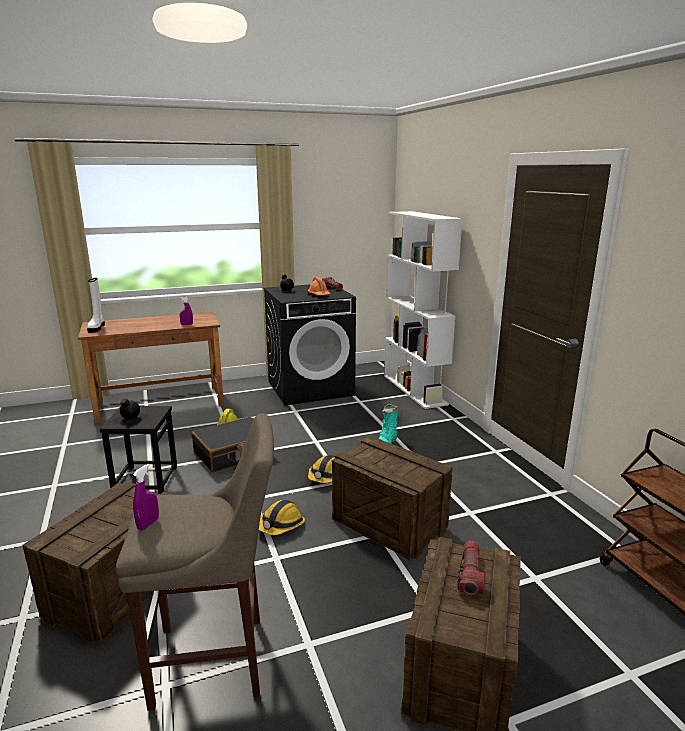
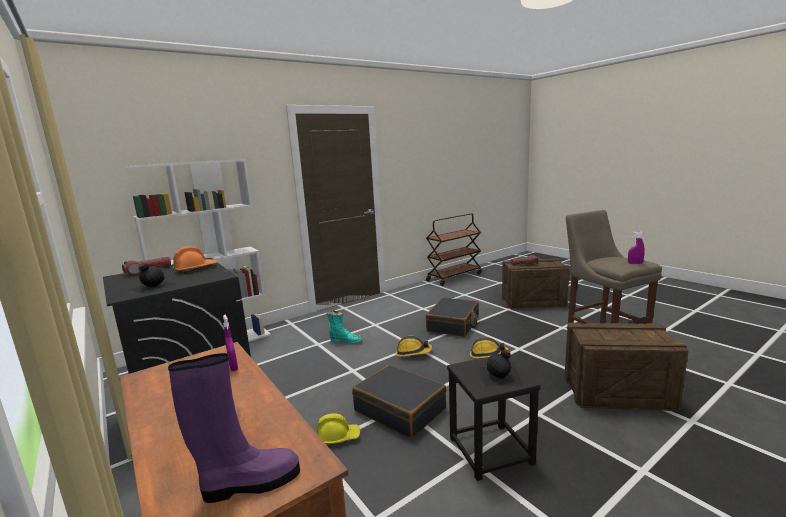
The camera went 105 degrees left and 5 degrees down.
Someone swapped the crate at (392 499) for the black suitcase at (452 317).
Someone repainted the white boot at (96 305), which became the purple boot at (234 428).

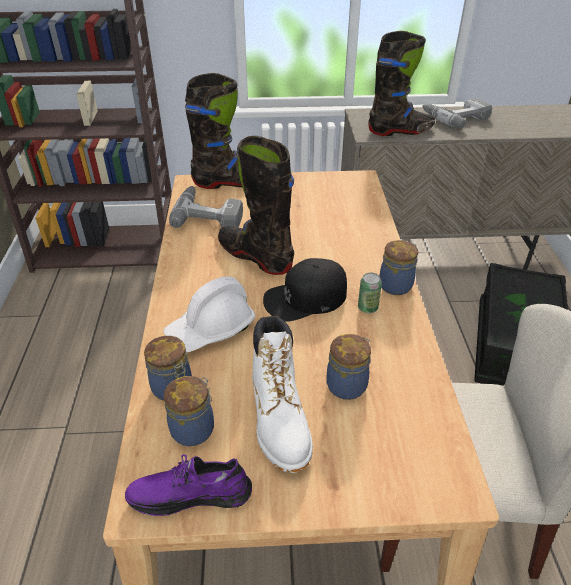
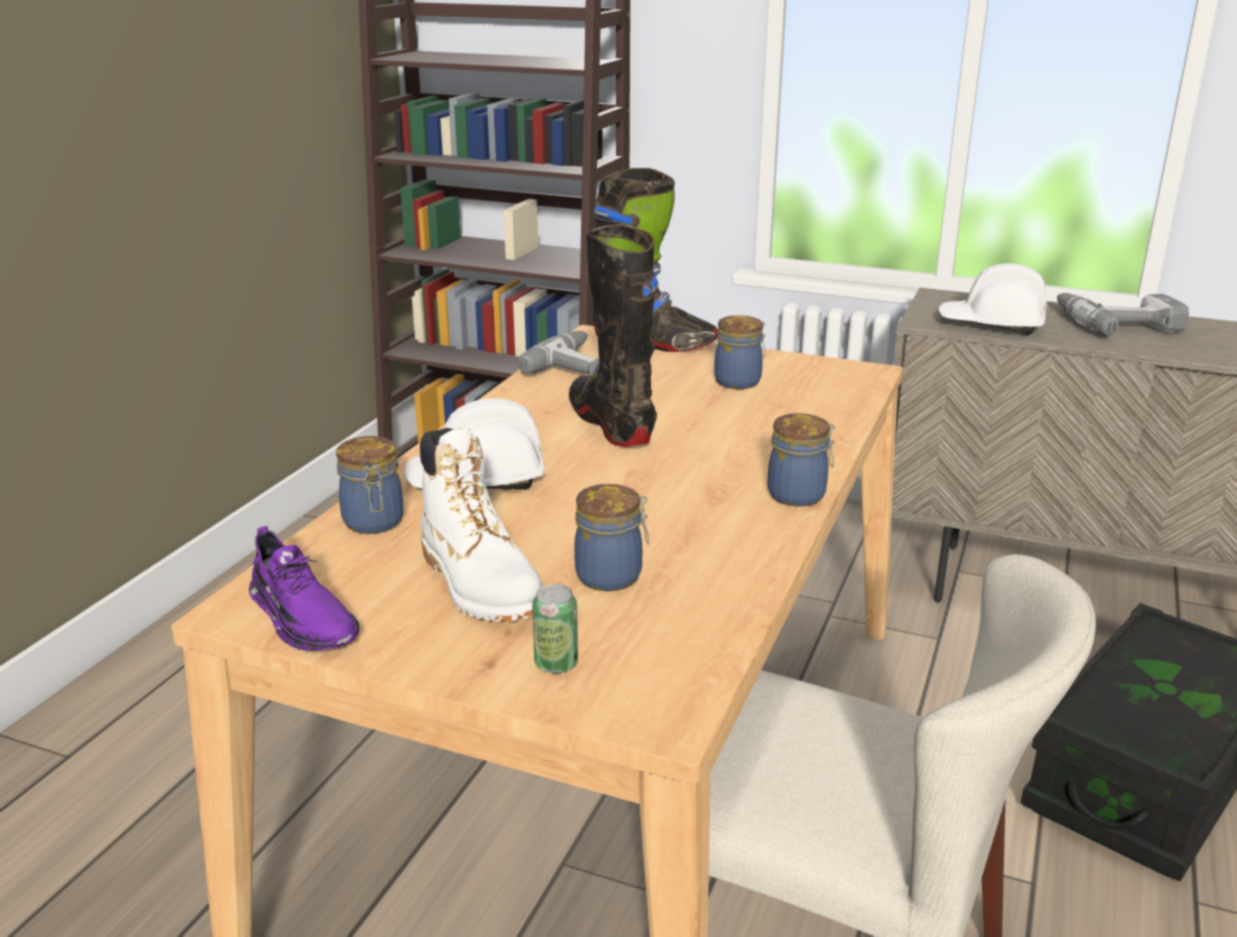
The camera went 25 degrees right and 15 degrees down.
Someone took away the black cap at (305 289).
Someone carried the jar from (189 411) to (740 352).
Someone carried the can from (370 293) to (555 628).
Someone swapped the black boot at (401 83) for the white hard hat at (992 299).
Someone rotated the purple shoe at (188 485) by 150 degrees counterclockwise.
Someone rotated the white boot at (282 394) by 45 degrees counterclockwise.

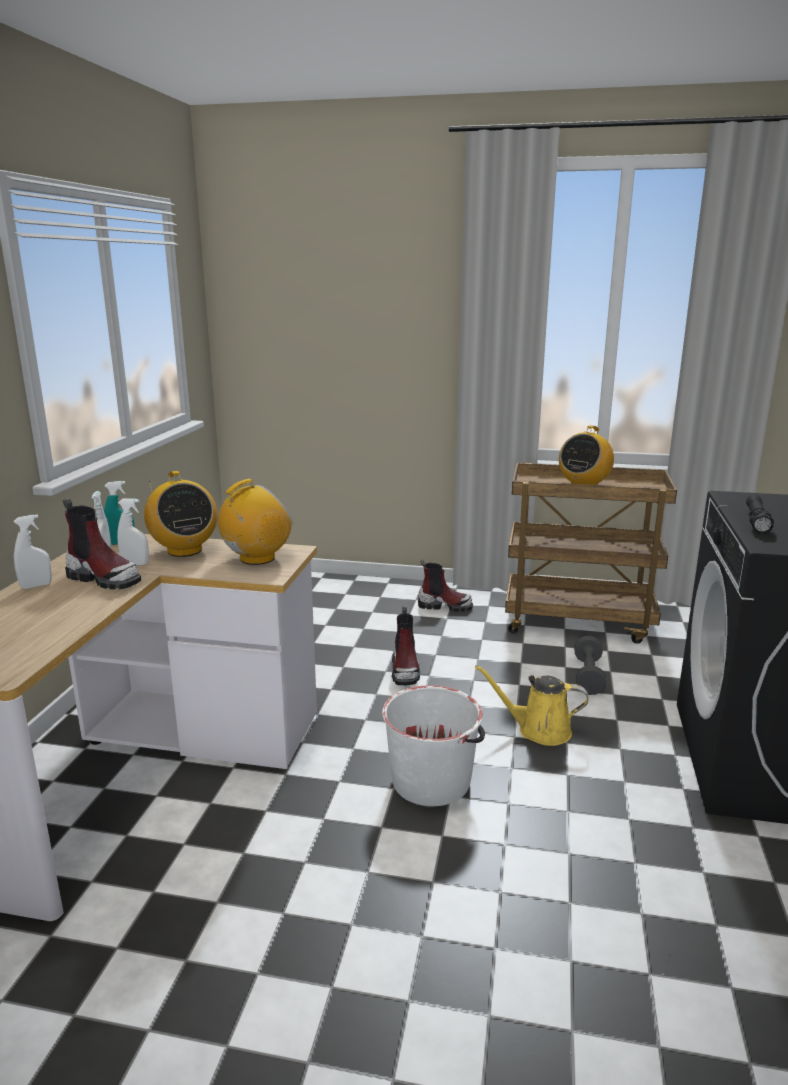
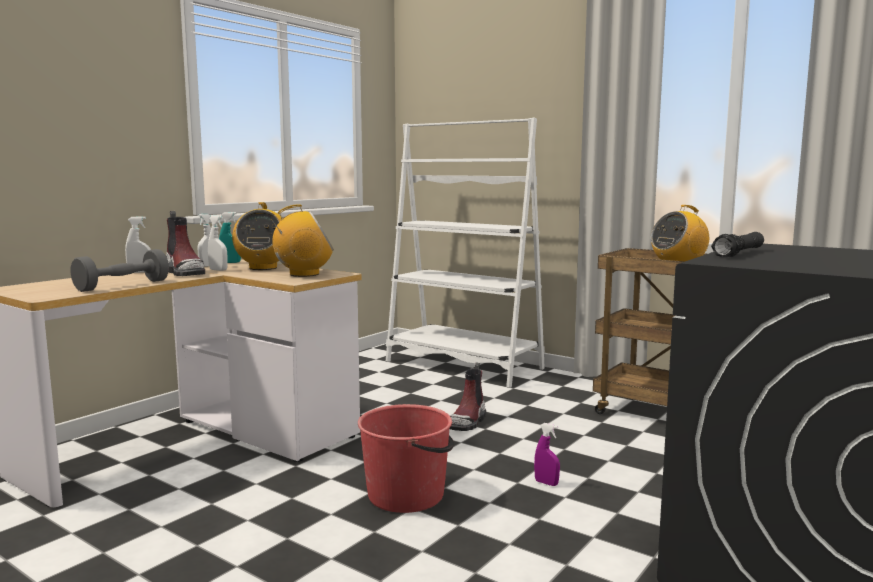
The camera went 25 degrees right and 10 degrees down.
Someone took away the boot at (445 585).
Someone put down the white bookcase at (465 253).
Someone carried the grey dumbbell from (590 665) to (120 270).
Someone swapped the yellow watering can at (532 705) for the purple spray bottle at (547 454).
Someone repainted the white bucket at (433 745), which became the red bucket at (406 458).

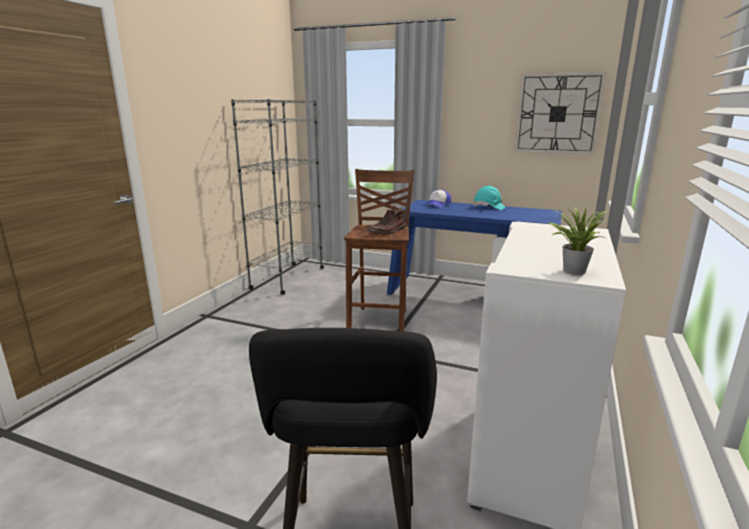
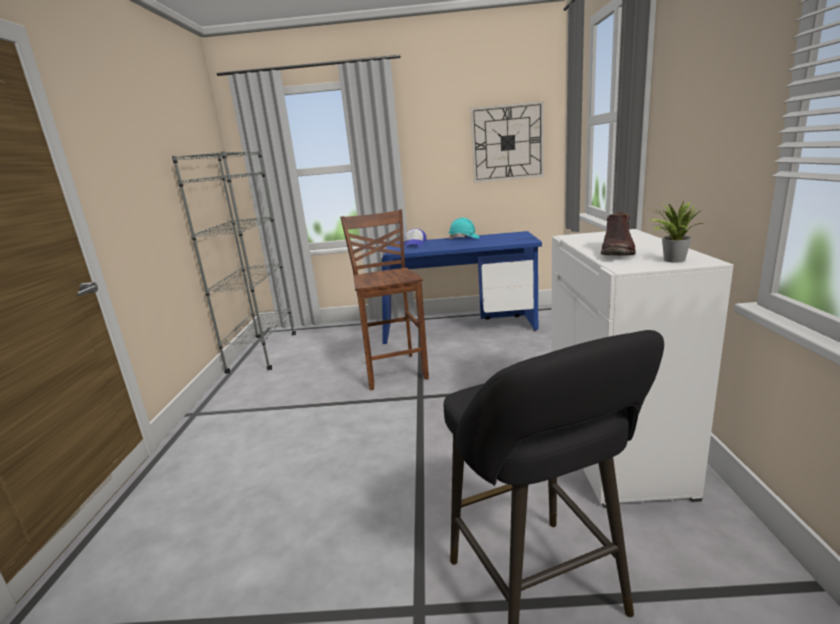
The camera went 20 degrees left and 0 degrees up.
Someone carried the brown boot from (386 221) to (618 234).

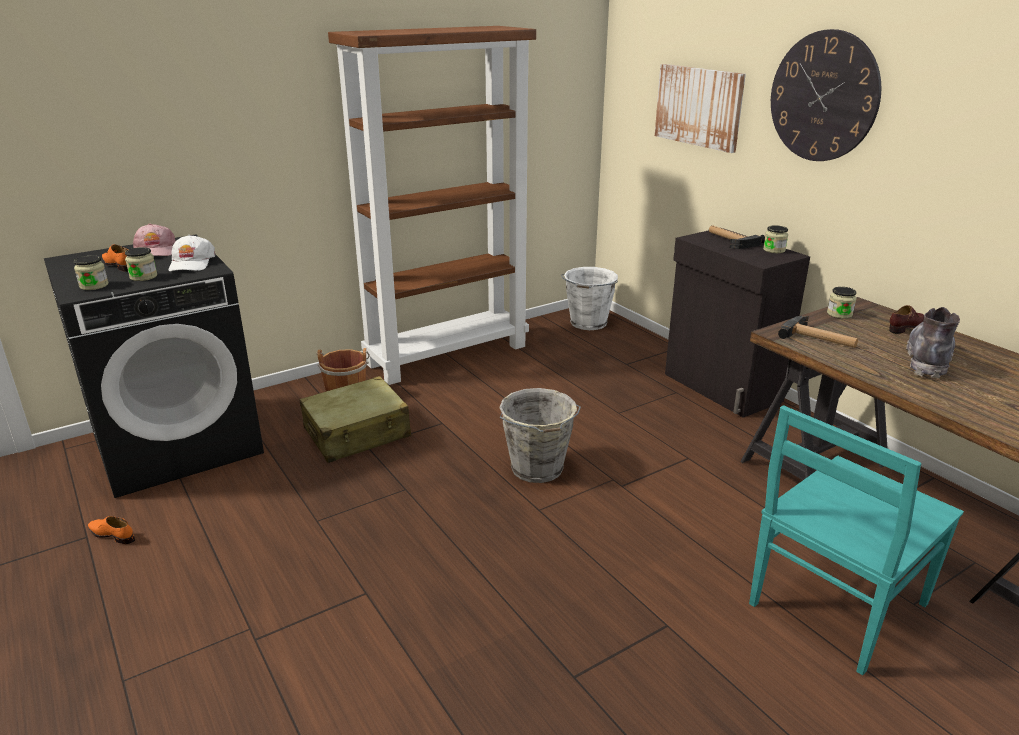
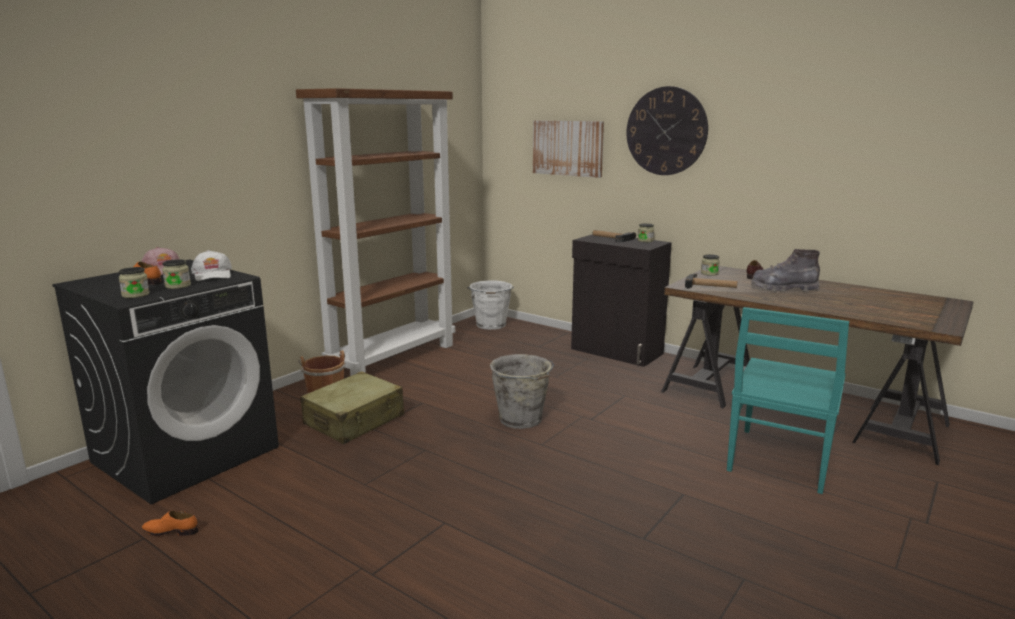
The camera went 20 degrees left and 10 degrees down.
Someone rotated the grey boot at (933 343) by 90 degrees counterclockwise.

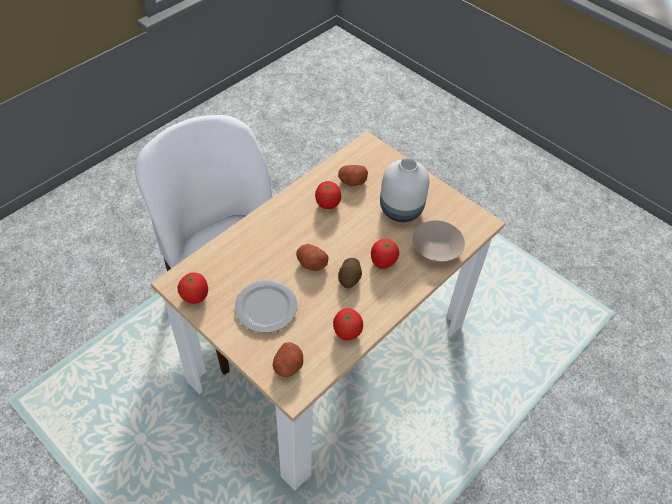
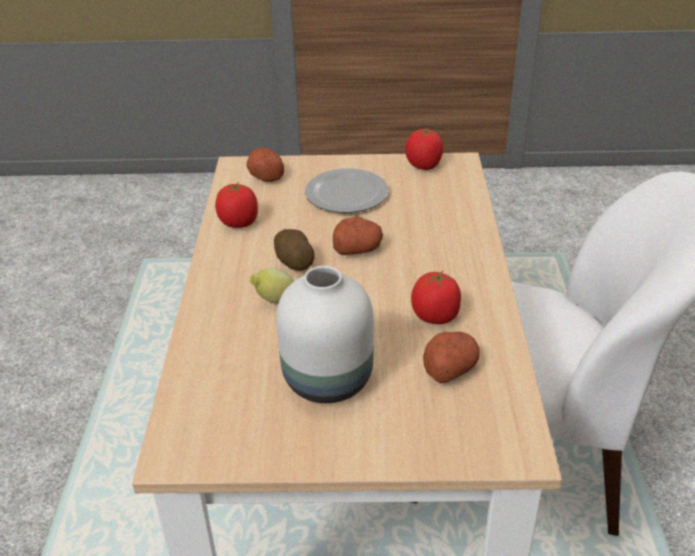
The camera went 140 degrees right and 15 degrees down.
Someone took away the beige bowl at (438 241).
Someone swapped the tomato at (385 254) for the lemon at (272 286).

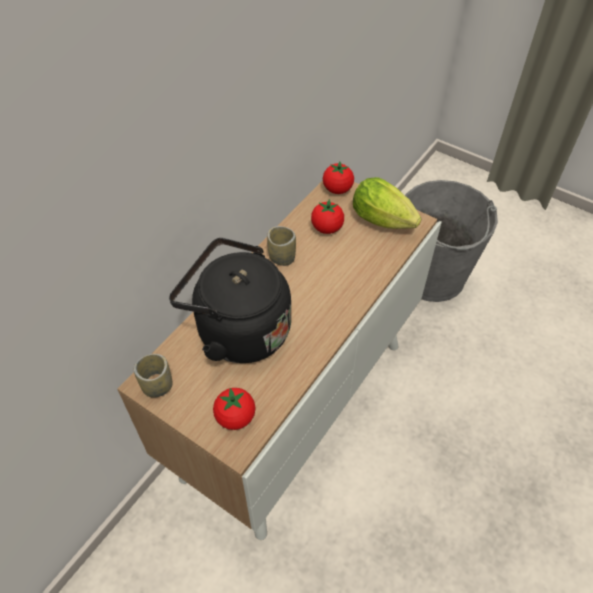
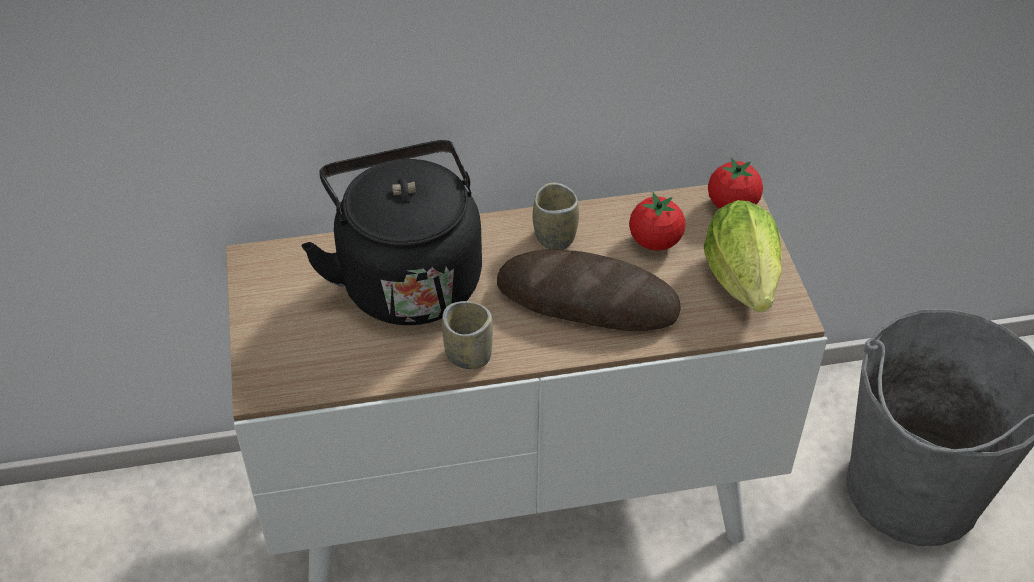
The camera went 45 degrees right and 5 degrees down.
Someone took away the tomato at (234 409).
Someone put down the bread at (589 290).
Someone carried the cup from (153 376) to (467 335).

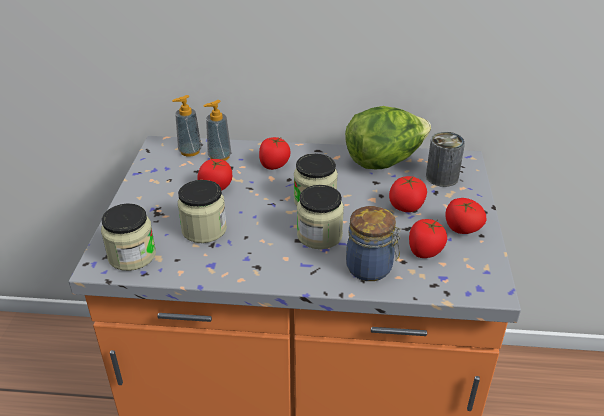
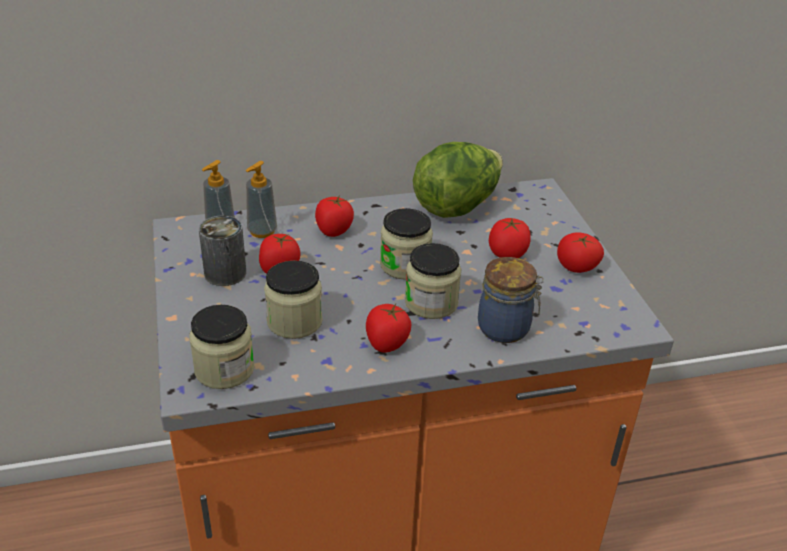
The camera went 20 degrees left and 0 degrees up.
Someone carried the tomato from (428 238) to (388 328).
Someone carried the can from (445 159) to (222 250).

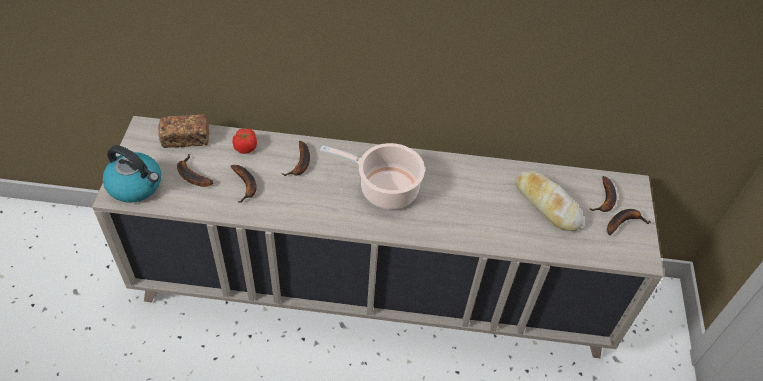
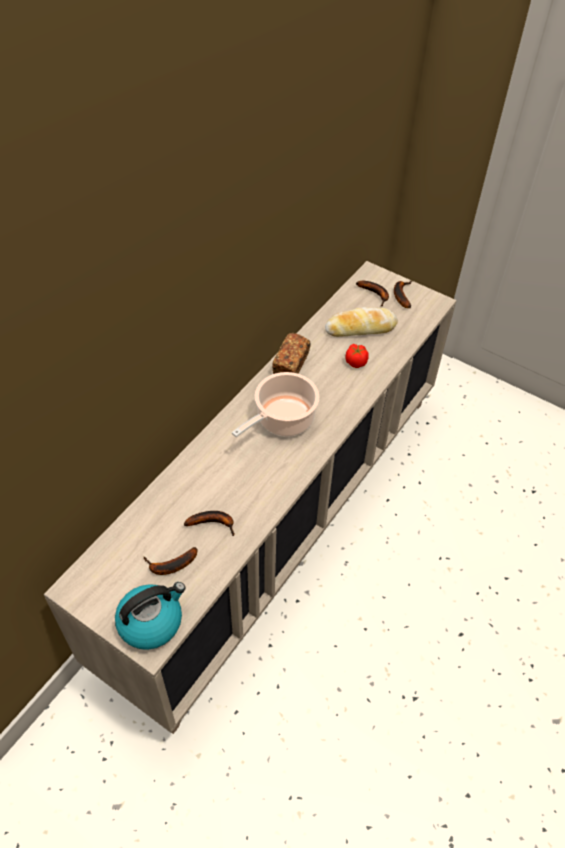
The camera went 60 degrees left and 0 degrees up.
Someone took away the banana at (296 158).
Someone carried the bread from (183 131) to (291 353).
Someone carried the tomato from (245 141) to (357 356).

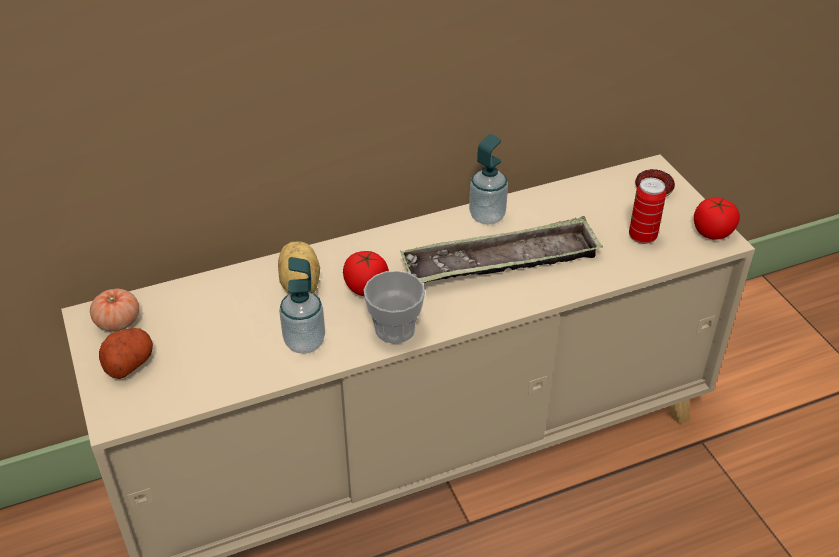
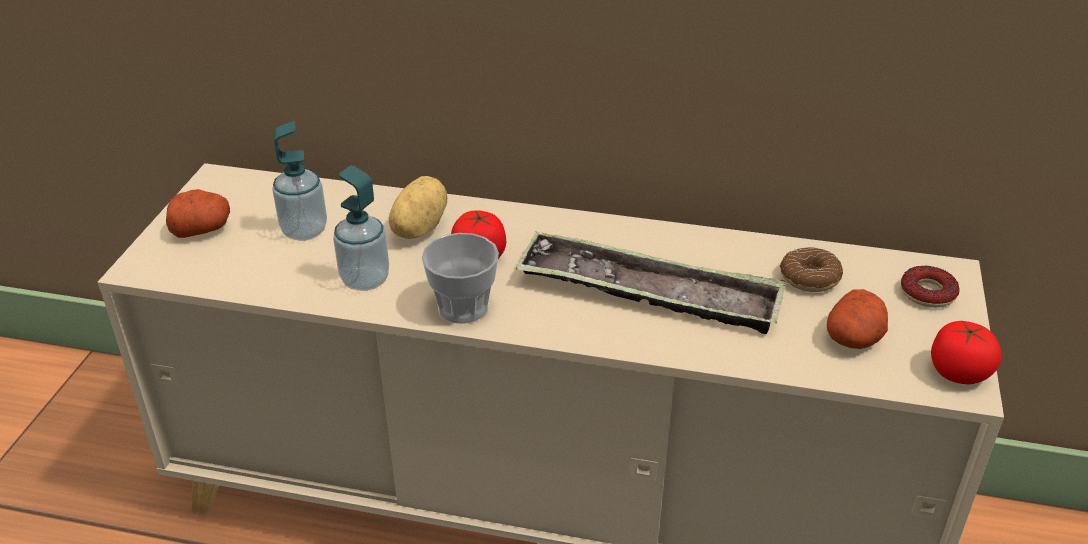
The camera went 35 degrees right and 5 degrees down.
Someone took away the tomato at (114 310).
Someone put down the donut at (811 269).
Someone carried the soap dispenser from (488 179) to (299 181).
Someone swapped the can at (647 211) for the potato at (857 319).

